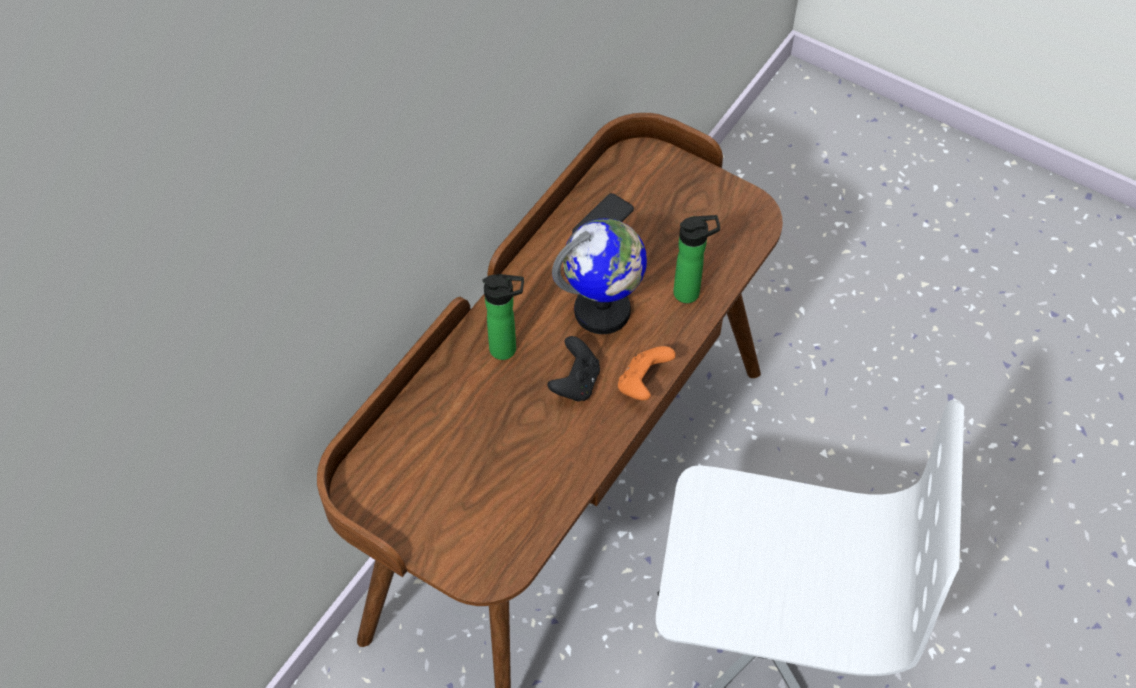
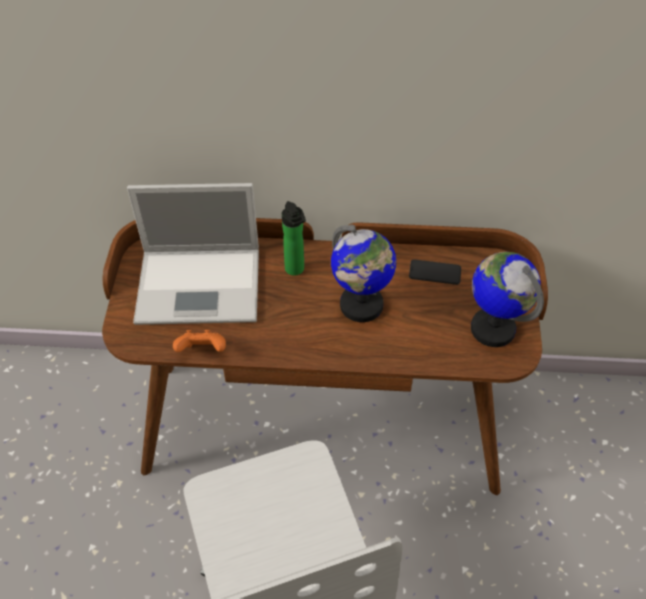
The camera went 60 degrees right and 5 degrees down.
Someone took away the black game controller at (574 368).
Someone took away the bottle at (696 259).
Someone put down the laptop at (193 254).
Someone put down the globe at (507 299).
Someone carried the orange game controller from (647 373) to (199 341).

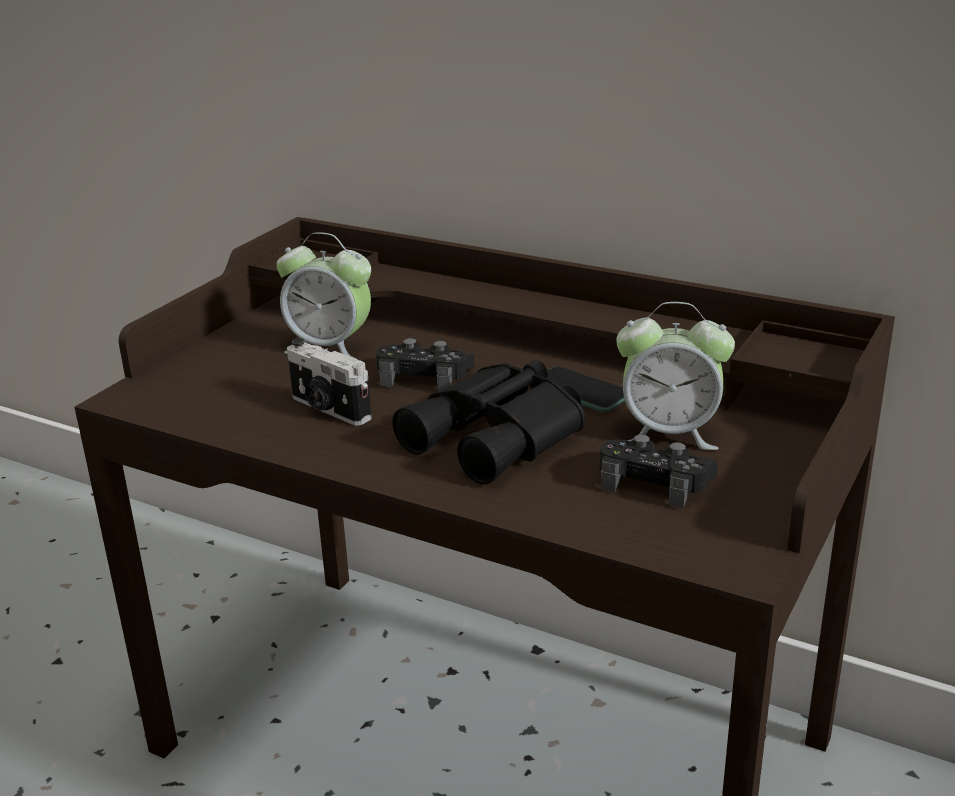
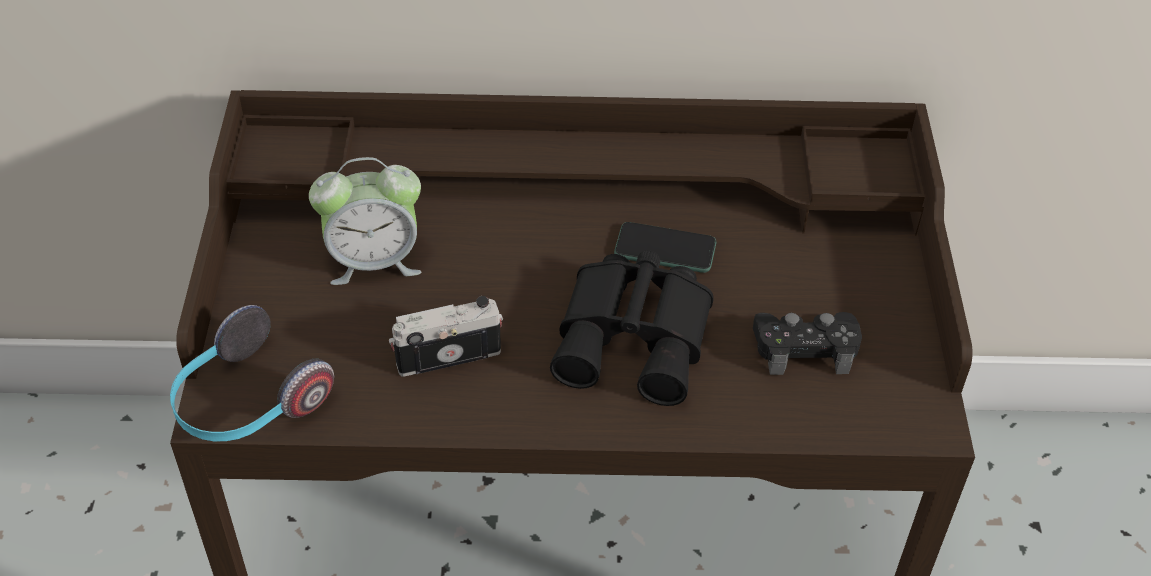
The camera went 30 degrees left and 20 degrees up.
Someone took away the black game controller at (425 365).
Someone took away the alarm clock at (675 376).
Someone put down the headphones at (252 373).
Someone rotated the photo camera at (329 382) by 150 degrees clockwise.

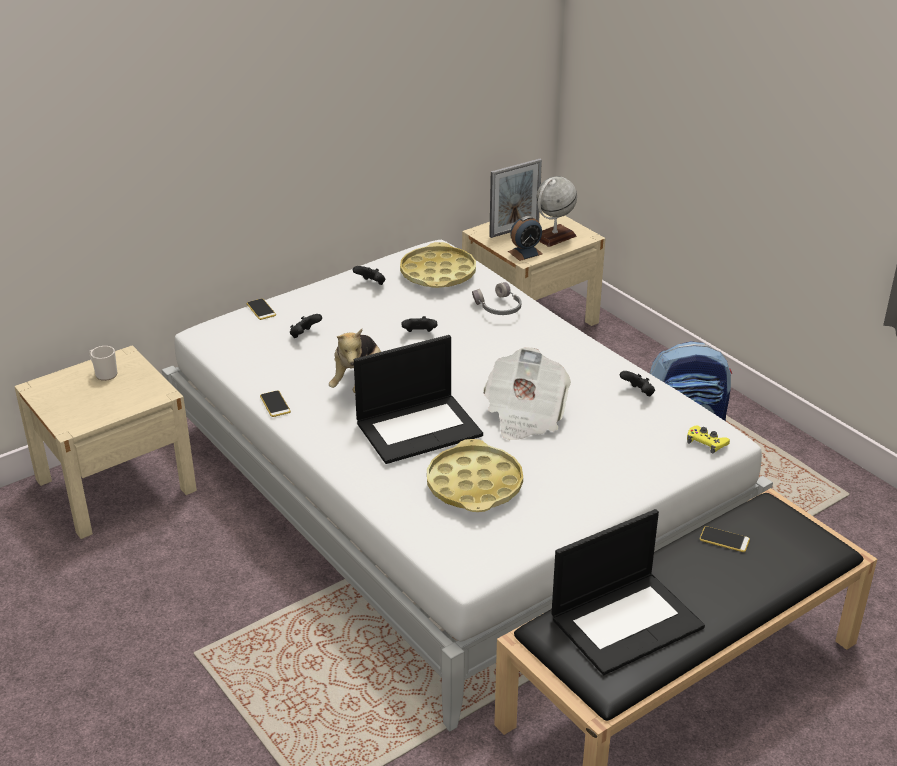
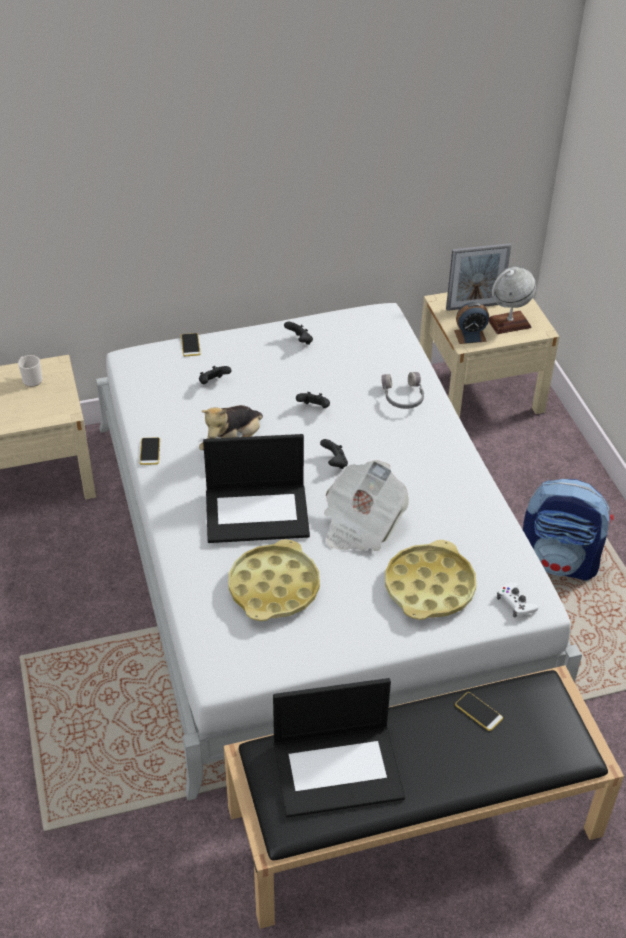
The camera went 20 degrees right and 10 degrees up.
Someone carried the yellow tray from (438 265) to (431 580).
Someone carried the black game controller from (637 383) to (334 454).
Someone repainted the yellow game controller at (708 439), which became the white game controller at (518 600).

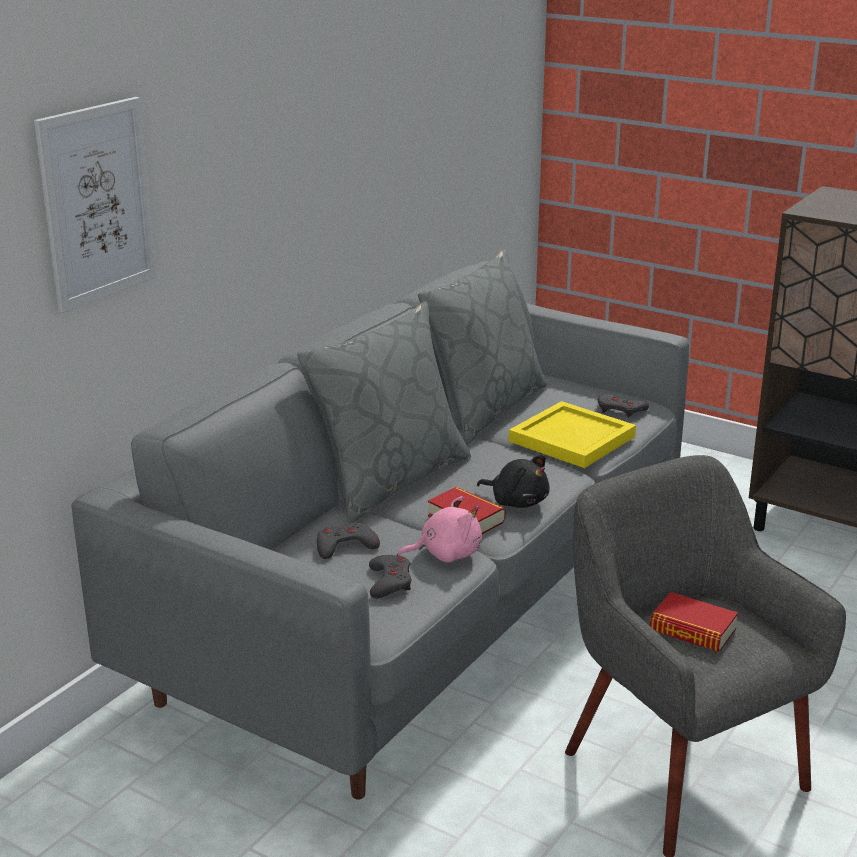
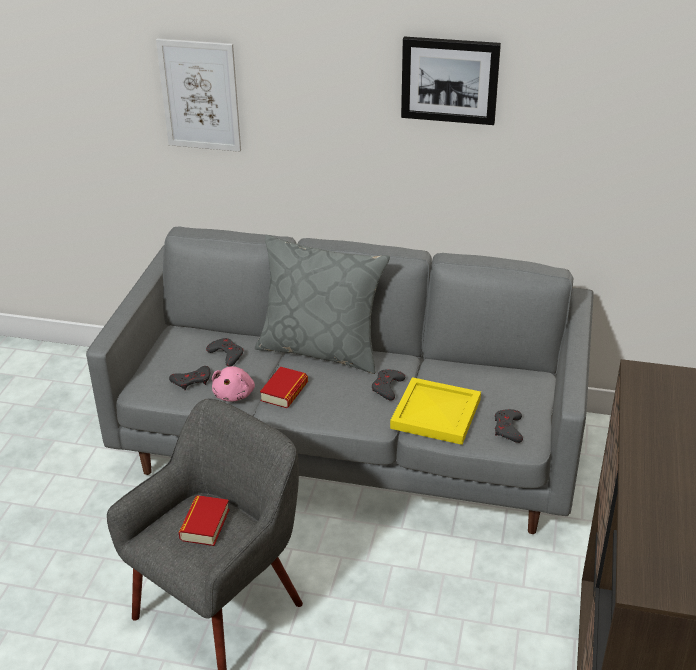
The camera went 70 degrees right and 10 degrees up.
Someone took away the grey pillow at (482 346).
Someone took away the black plush toy at (513 481).
Someone put down the grey game controller at (388 385).
Someone put up the picture at (451 81).
Someone rotated the pink plush toy at (439 529) by 45 degrees clockwise.

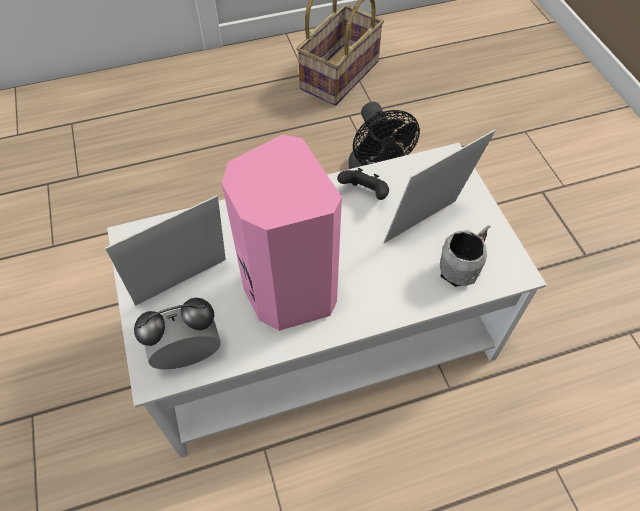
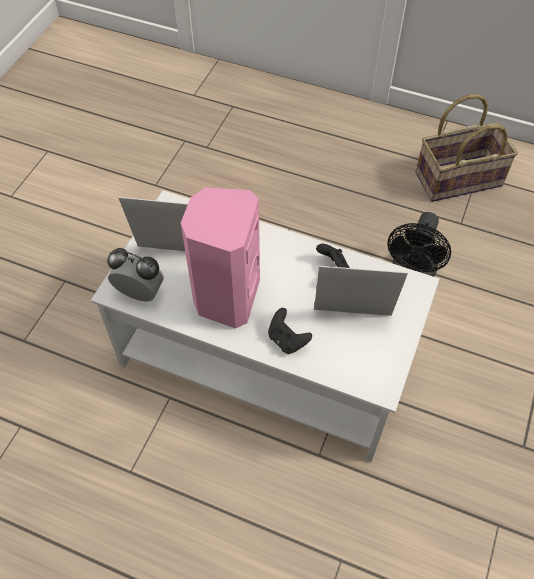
The camera went 40 degrees right and 0 degrees up.
Someone took away the grey mug at (465 256).
Someone put down the black game controller at (290 331).

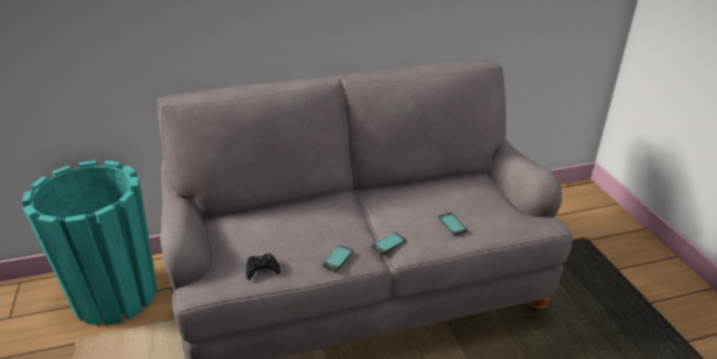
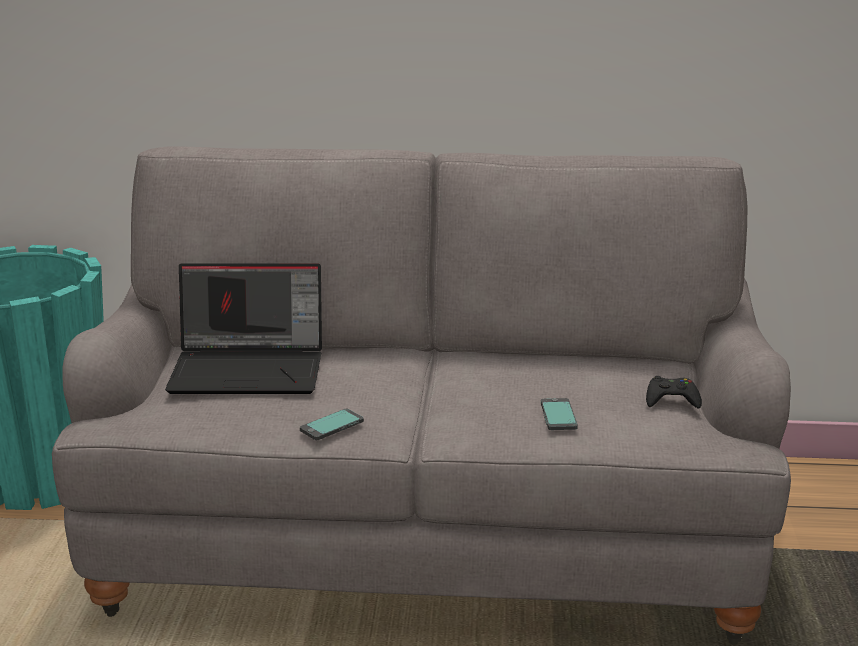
The camera went 20 degrees right and 10 degrees down.
Someone took away the phone at (388 243).
Someone put down the laptop at (243 328).
Someone carried the black game controller from (263 266) to (674 392).

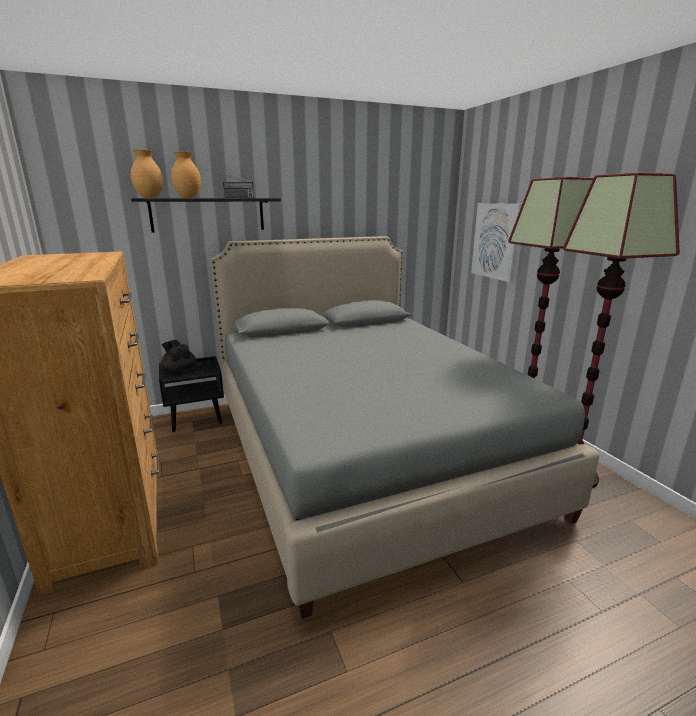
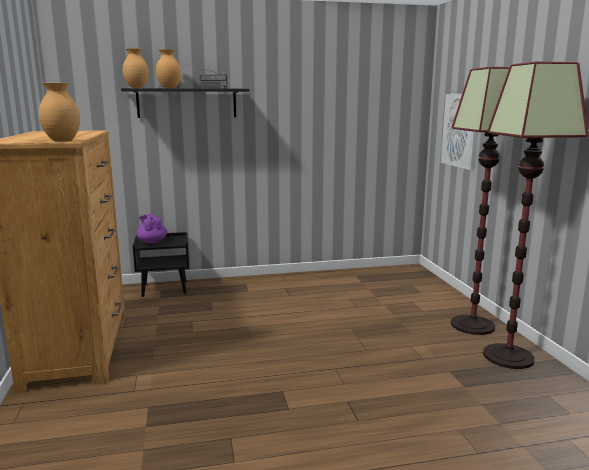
The camera went 10 degrees right and 5 degrees down.
Someone took away the grey bed at (405 427).
Someone put down the brown vase at (59 112).
Someone repainted the black teapot at (178 357), which became the purple teapot at (151 228).

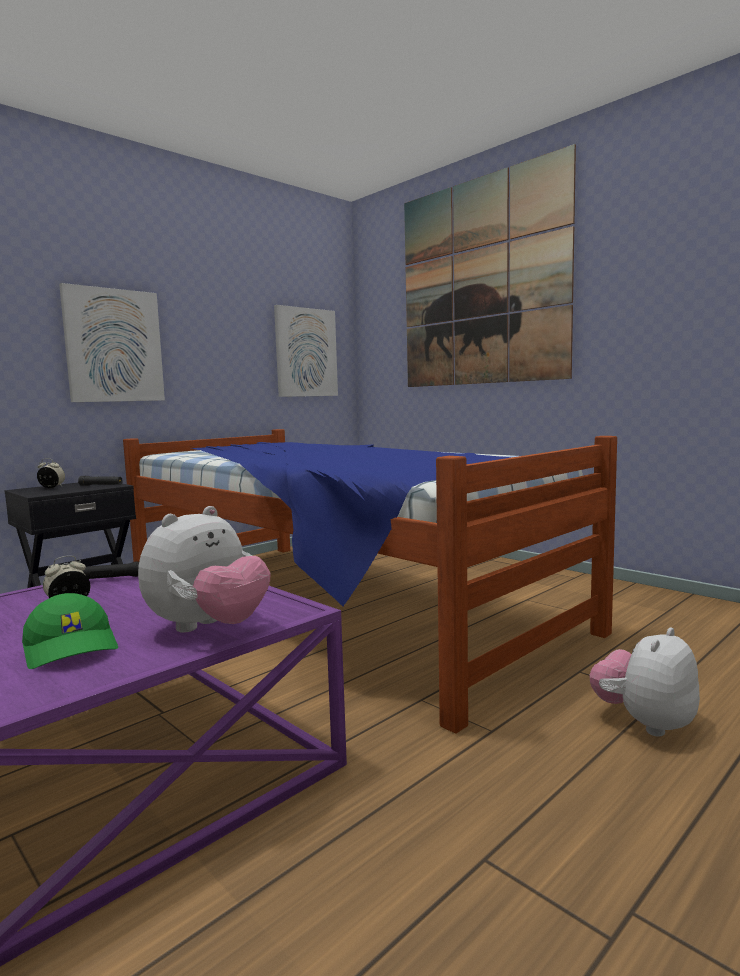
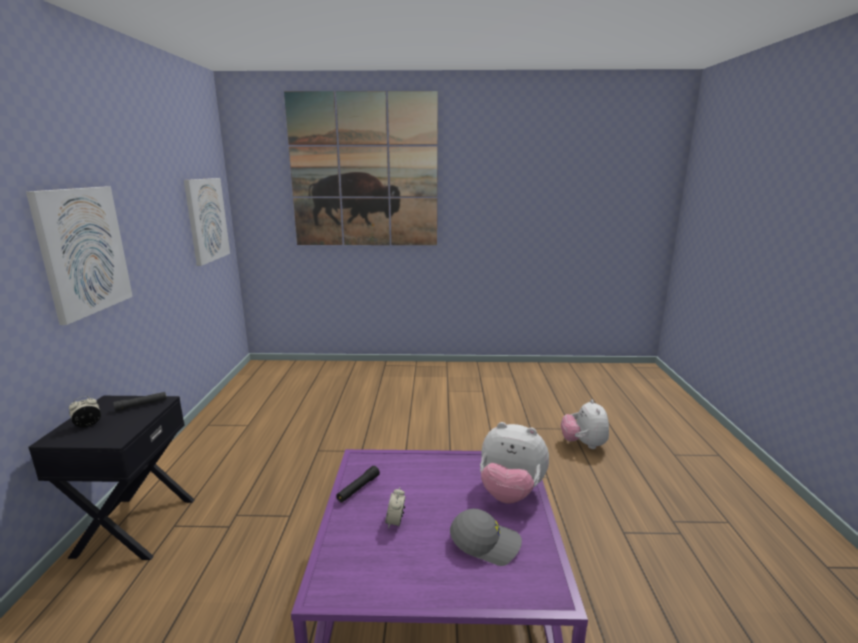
The camera went 45 degrees left and 10 degrees up.
Someone took away the bed at (370 581).
Someone repainted the green cap at (70 631), which became the grey cap at (486 537).
Someone rotated the plush toy at (204 569) by 120 degrees clockwise.

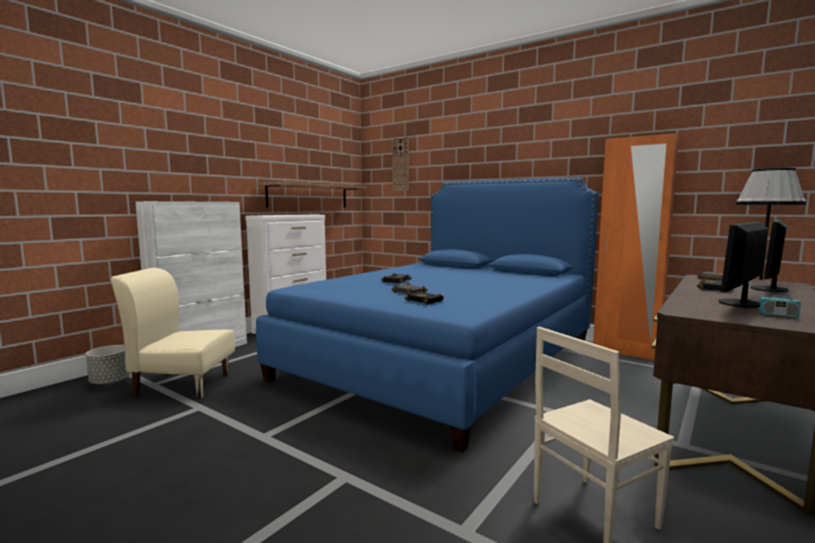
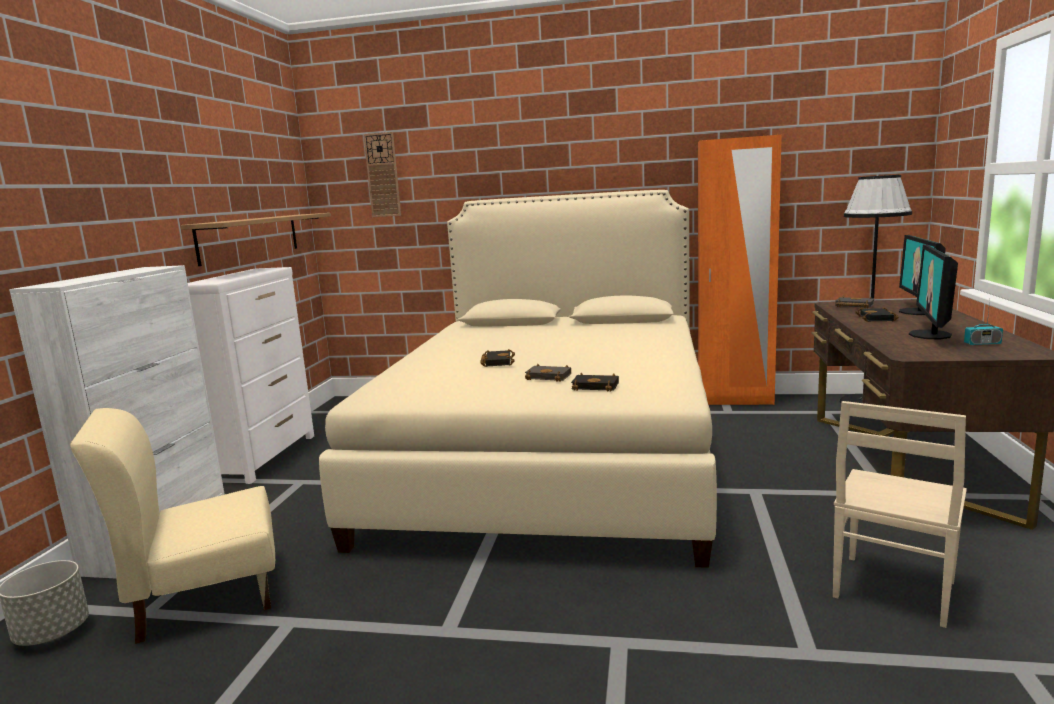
The camera went 25 degrees left and 5 degrees up.
Someone repainted the blue bed at (427 315), which became the beige bed at (518 379).

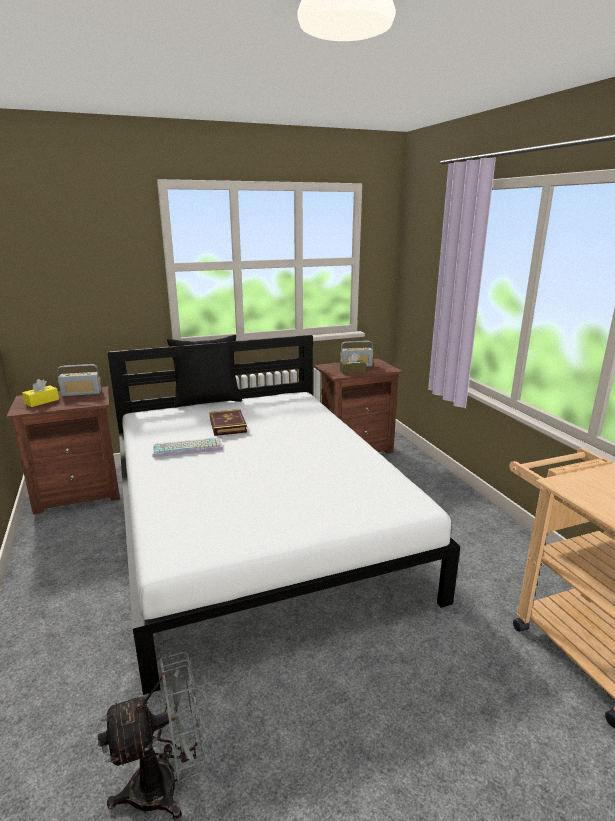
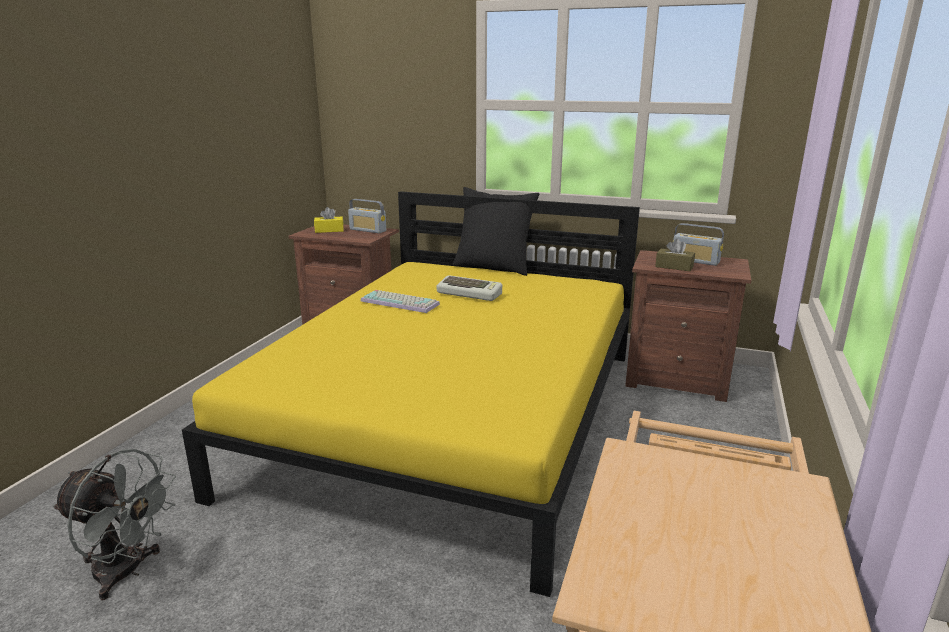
The camera went 40 degrees right and 0 degrees up.
Someone swapped the book at (228 422) for the keyboard at (469 288).
Someone repainted the white bed at (283 515), which became the yellow bed at (411 394).

